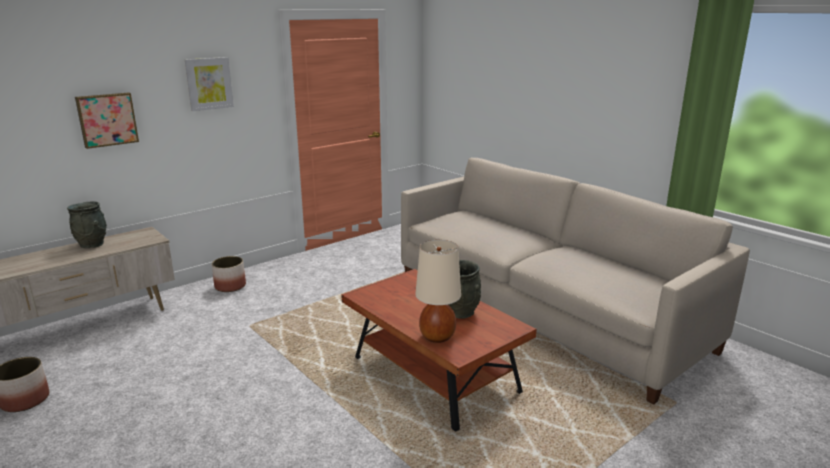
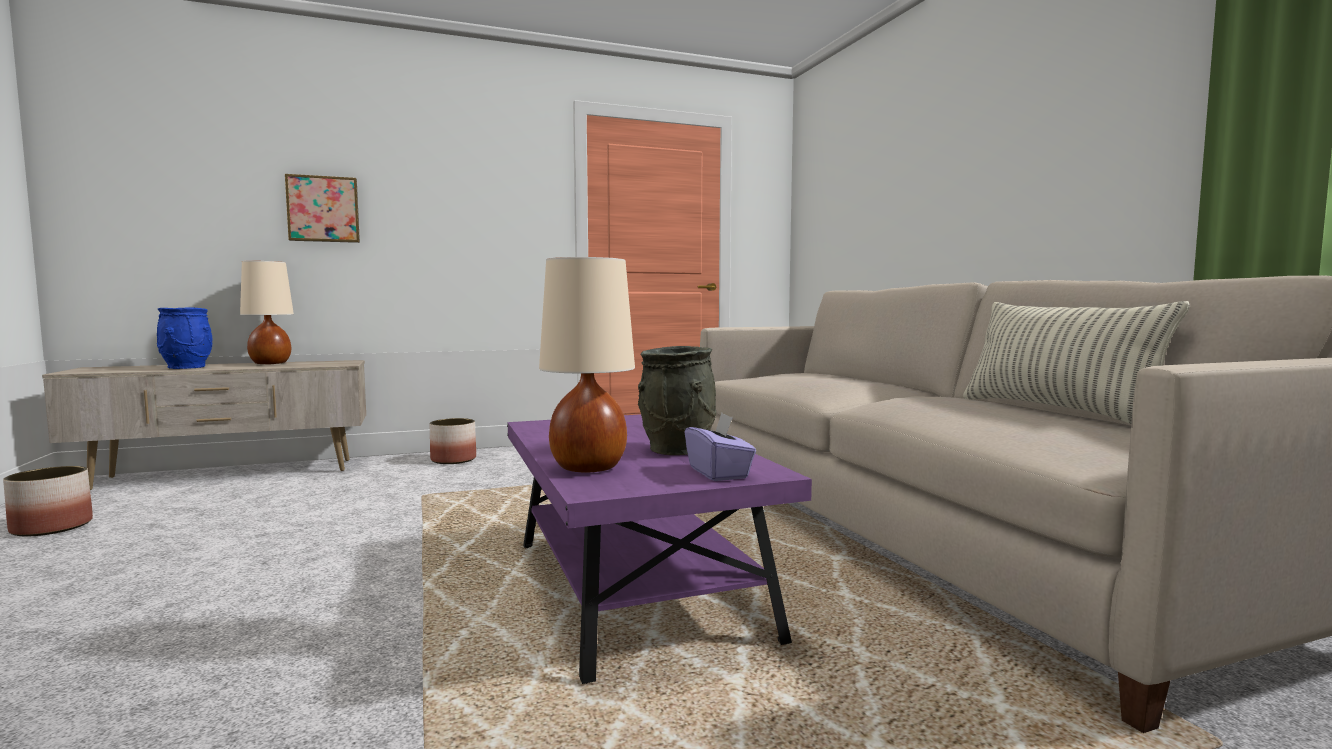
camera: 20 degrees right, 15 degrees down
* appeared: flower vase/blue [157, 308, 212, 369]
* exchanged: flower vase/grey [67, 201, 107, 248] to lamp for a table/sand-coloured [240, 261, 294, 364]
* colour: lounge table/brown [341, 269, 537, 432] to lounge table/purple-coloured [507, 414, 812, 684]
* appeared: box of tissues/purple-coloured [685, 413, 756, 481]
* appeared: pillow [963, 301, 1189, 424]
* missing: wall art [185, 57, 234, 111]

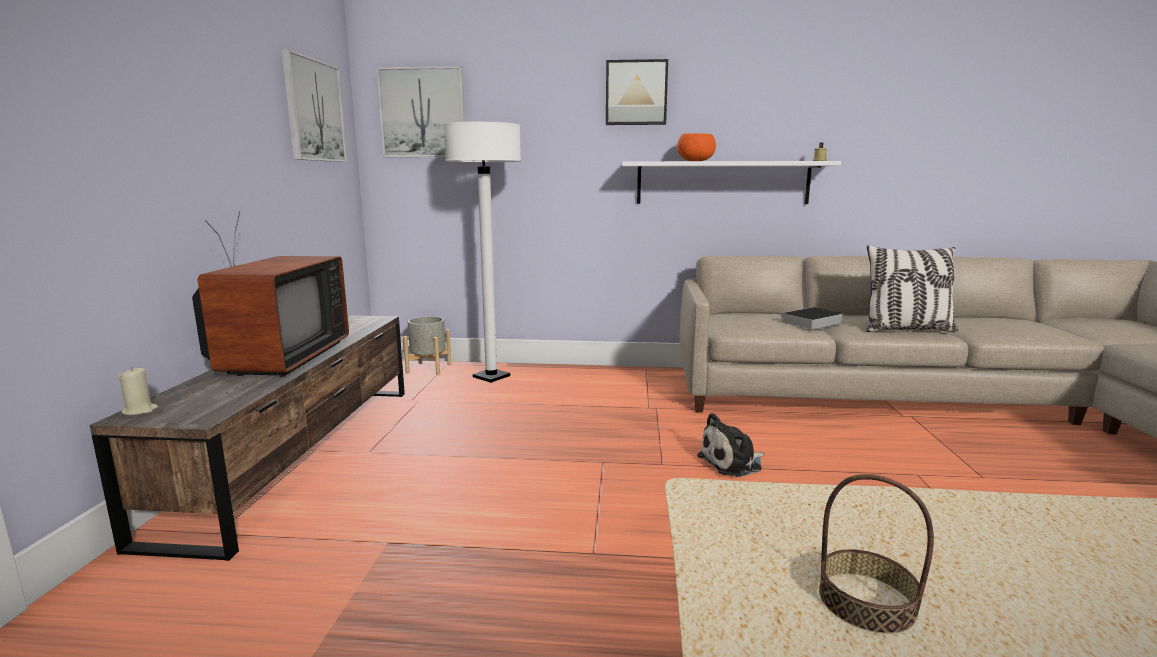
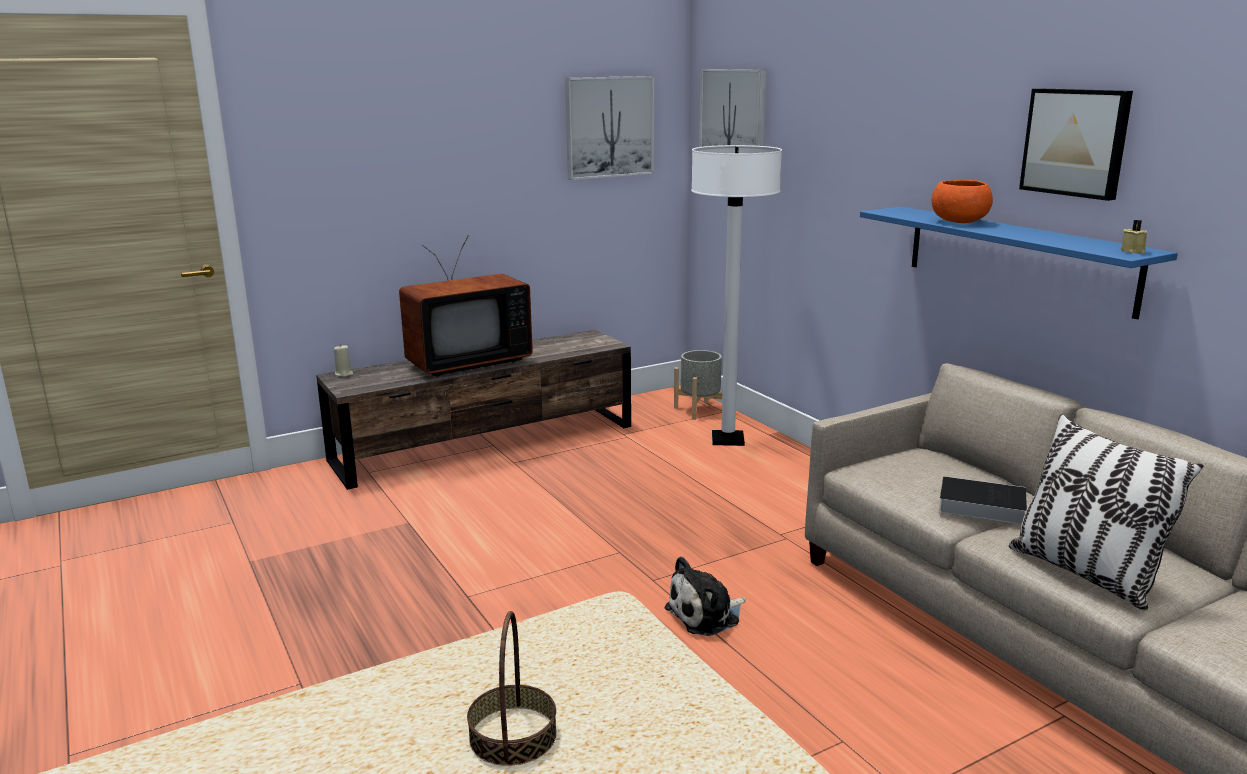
camera: 55 degrees right, 5 degrees up
* spun: plush toy [697, 413, 765, 477] = [664, 556, 746, 636] 60 degrees counterclockwise
* colour: wall shelf/whitish [622, 161, 841, 204] to wall shelf/blue [860, 207, 1178, 319]
* relocated: wall art [606, 59, 668, 125] to [1019, 88, 1133, 201]

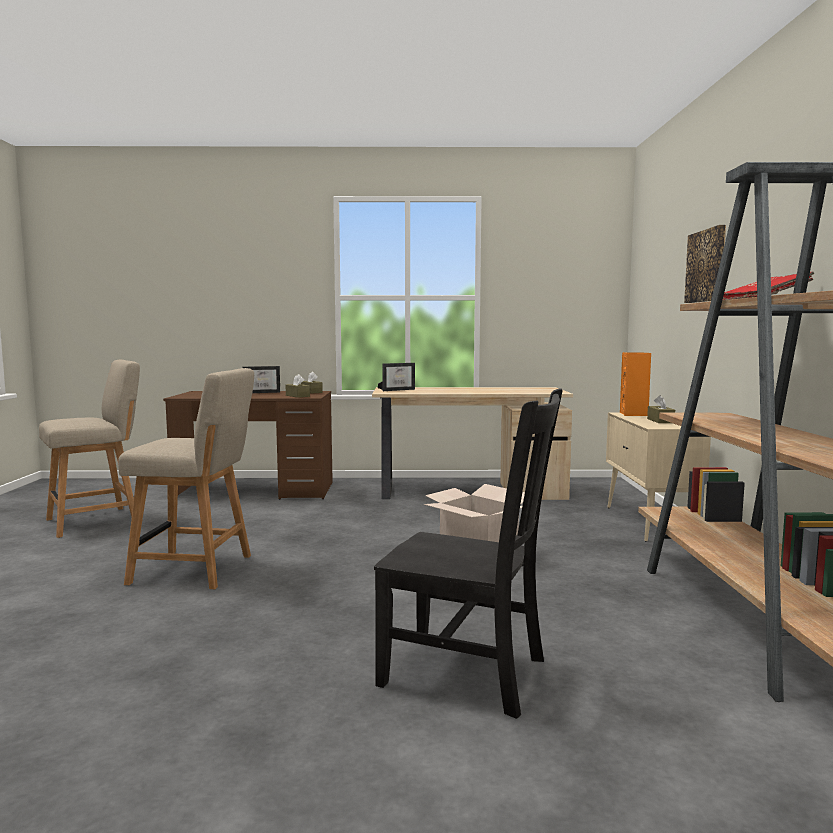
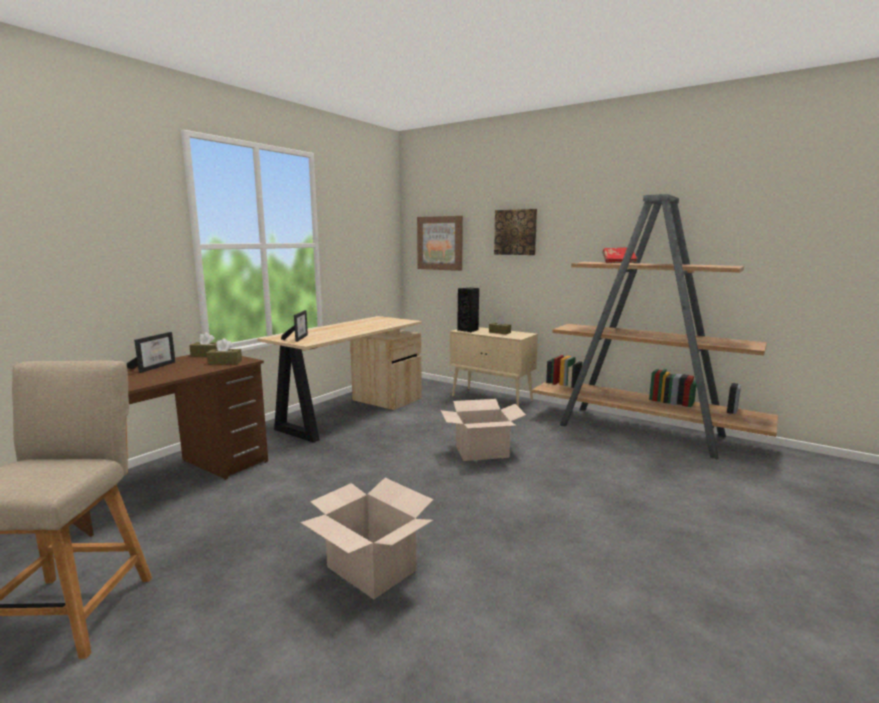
camera: 55 degrees left, 5 degrees up
* exchanged: plain chair/sand-coloured [118, 368, 254, 589] to carton [301, 478, 433, 599]
* appeared: wall art [417, 216, 463, 271]
* colour: speaker/orangey [620, 352, 651, 416] to speaker/black [457, 288, 479, 332]
* missing: plain chair/black [374, 388, 563, 719]

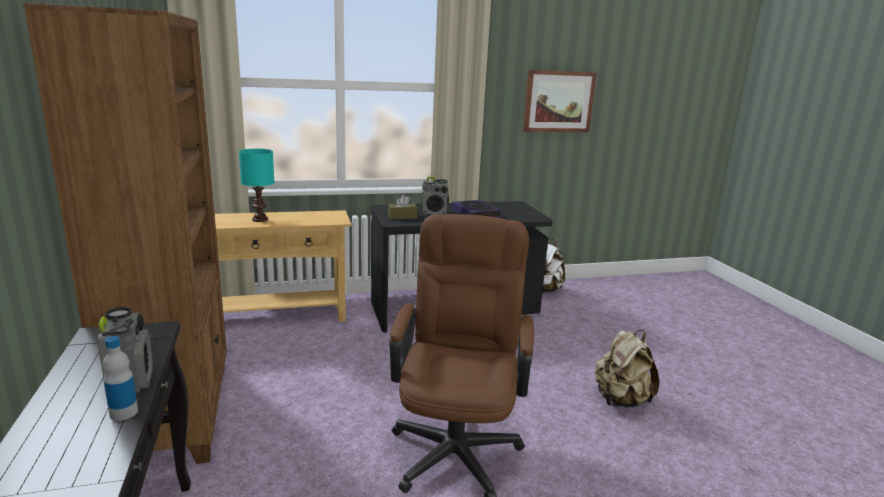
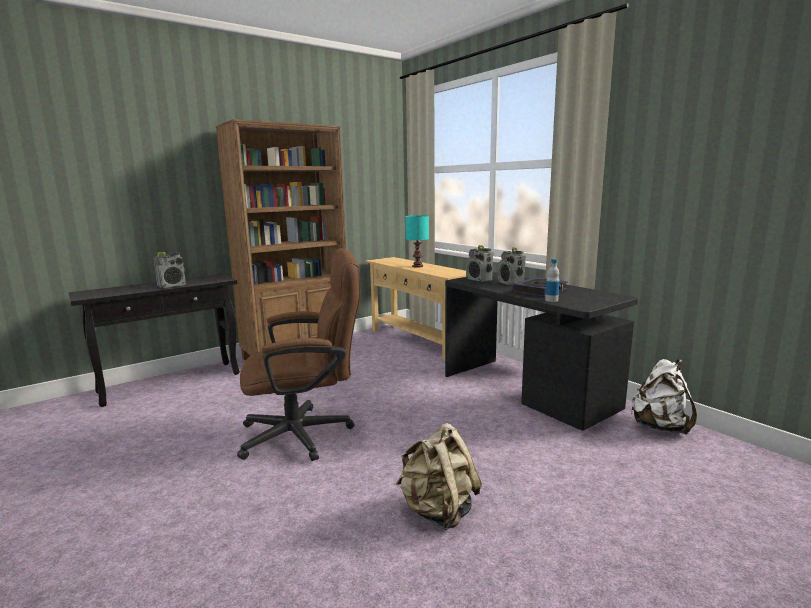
camera: 70 degrees right, 5 degrees down
* exchanged: box of tissues/brown [388, 195, 417, 219] to radio set [466, 245, 493, 282]
* relocated: bottle [103, 336, 138, 421] to [545, 259, 559, 302]
* missing: wall art [523, 70, 597, 132]

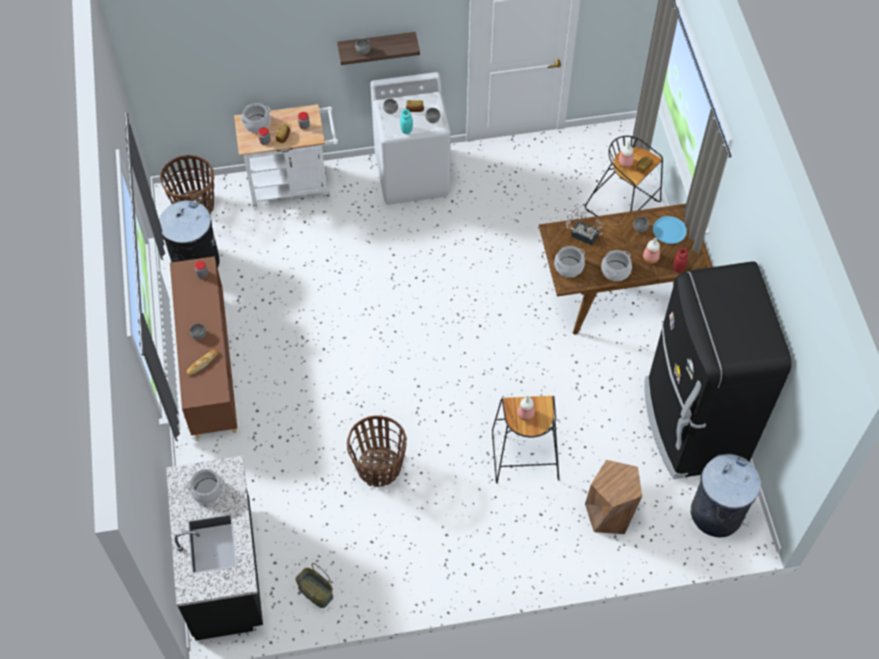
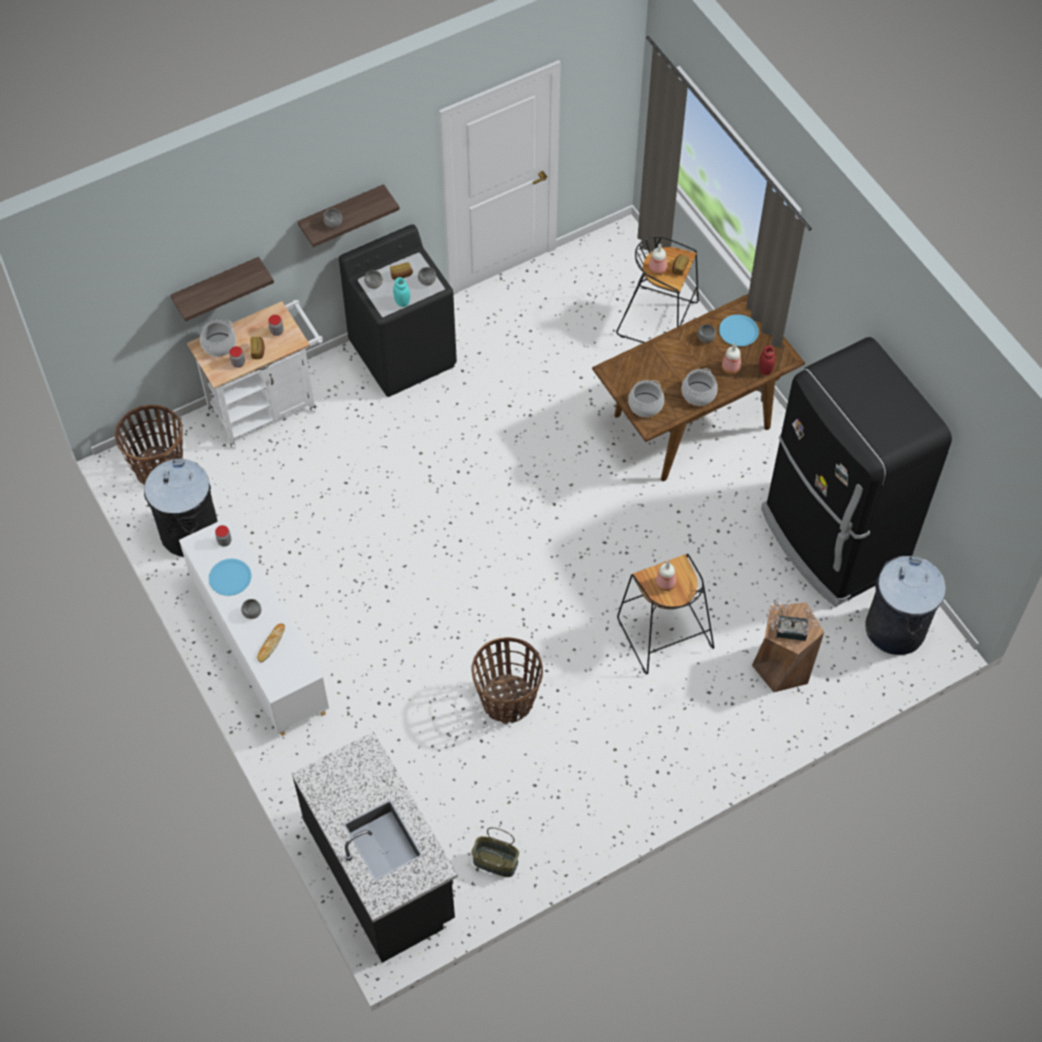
camera: 20 degrees left, 0 degrees up
* appeared: wall shelf [170, 257, 274, 322]
* colour: cupboard/brown [170, 256, 237, 439] to cupboard/whitish [179, 516, 329, 736]
* appeared: dinner plate/blue [209, 559, 251, 596]
* colour: laundry machine/whitish [370, 72, 451, 205] to laundry machine/black [339, 224, 457, 397]
* relocated: potted plant [566, 204, 605, 245] to [766, 598, 818, 641]
* missing: cooking pot [186, 469, 224, 504]

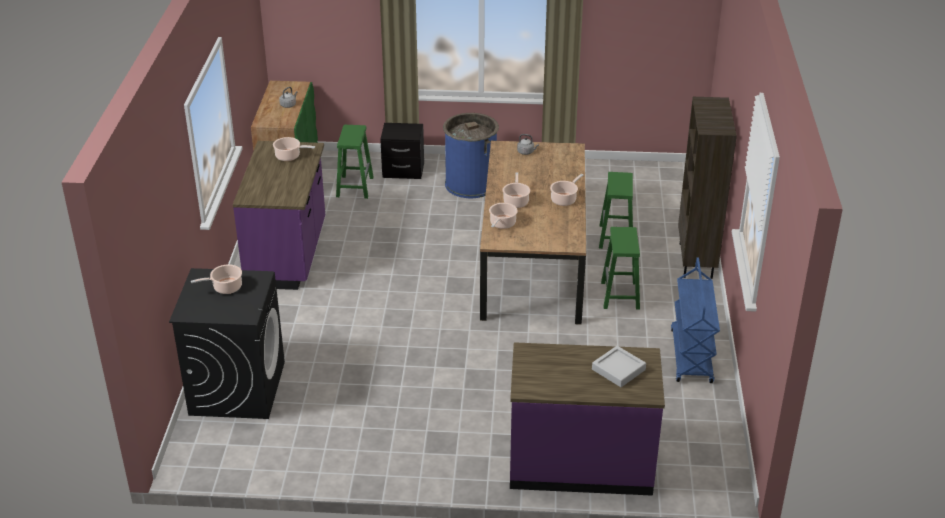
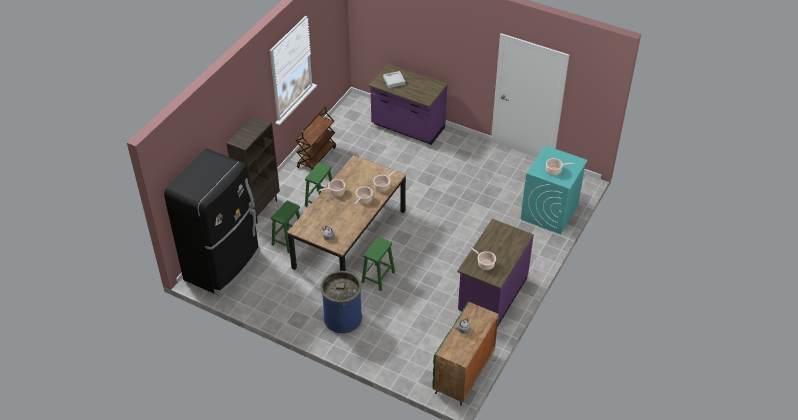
camera: 155 degrees left, 10 degrees up
* appeared: refrigerator/black [164, 149, 260, 297]
* colour: cart/blue [671, 258, 720, 383] to cart/brown [295, 107, 336, 171]
* relocated: sitting stool/green-coloured [336, 125, 374, 199] to [362, 237, 395, 291]
* colour: laundry machine/black [169, 268, 285, 419] to laundry machine/turquoise [521, 145, 588, 234]
* missing: bedside table/black [380, 123, 424, 179]

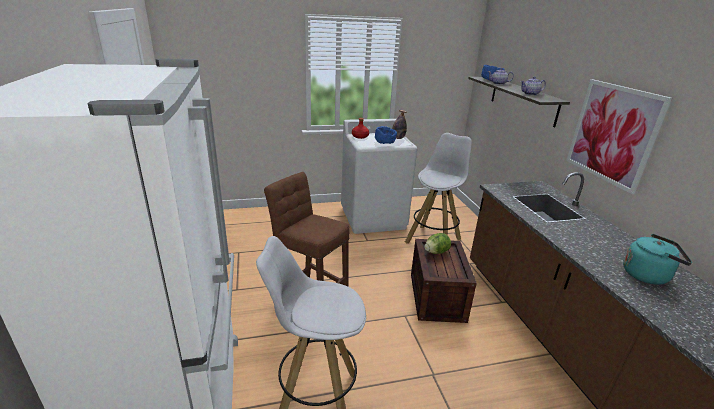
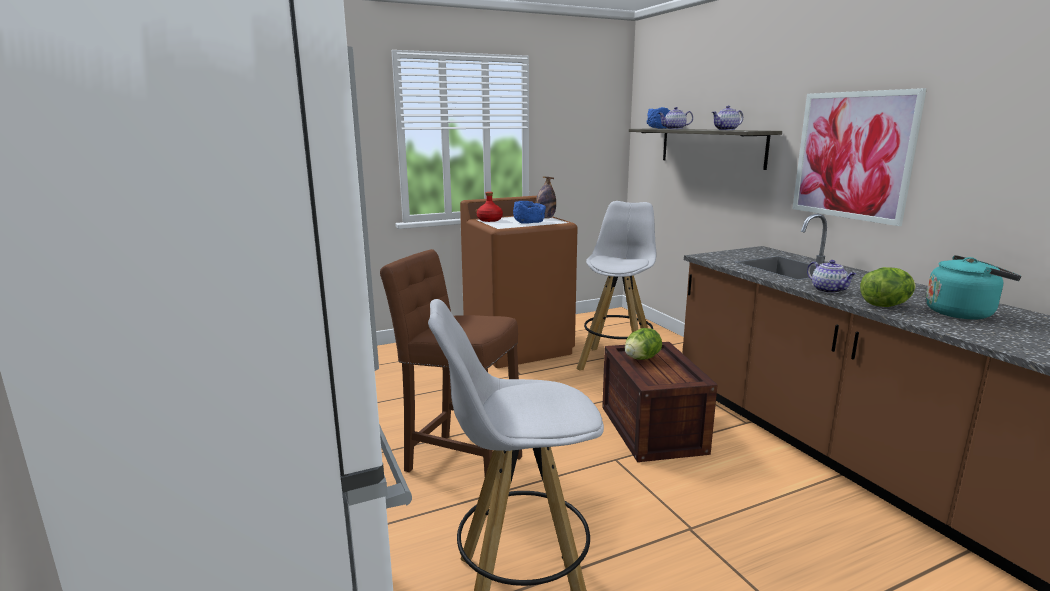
camera: 10 degrees left, 10 degrees down
* colour: laundry machine/whitish [341, 119, 417, 234] to laundry machine/brown [460, 196, 578, 368]
* appeared: tea pot [807, 260, 856, 293]
* appeared: head of lettuce [860, 267, 915, 307]

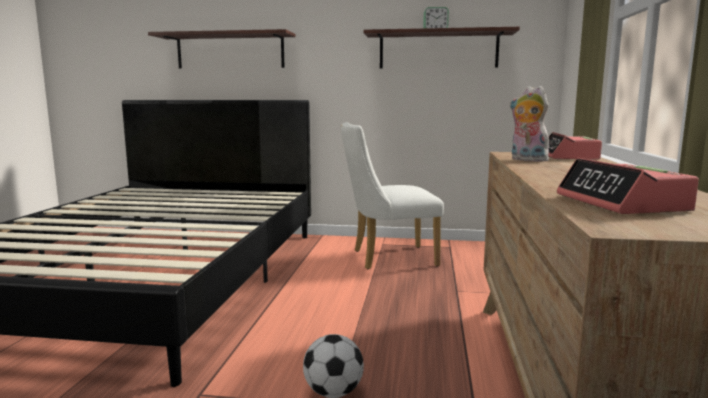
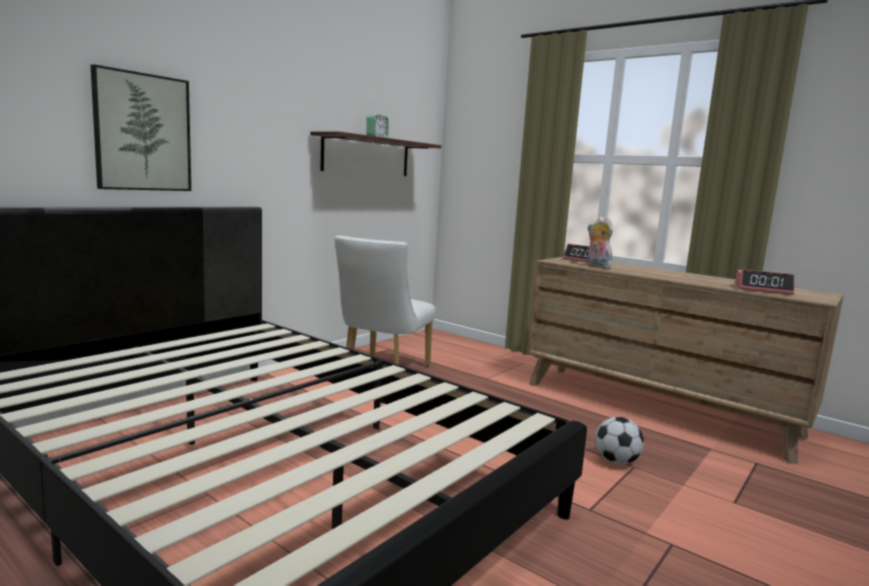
camera: 60 degrees left, 0 degrees up
* exchanged: wall shelf [148, 29, 295, 69] to wall art [91, 64, 191, 191]
* spun: plush toy [510, 86, 549, 162] = [587, 217, 613, 269] 60 degrees clockwise

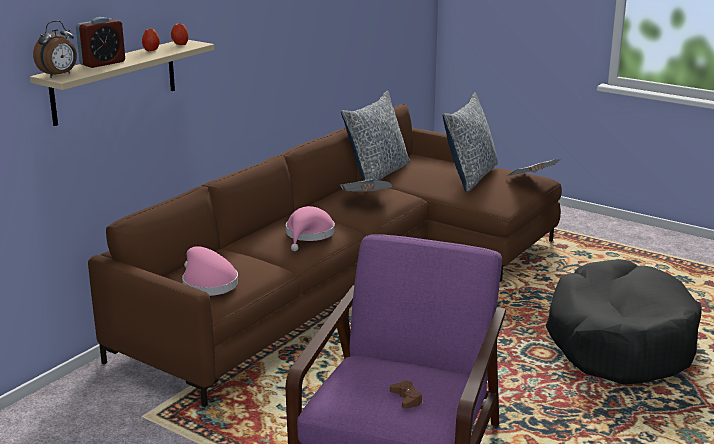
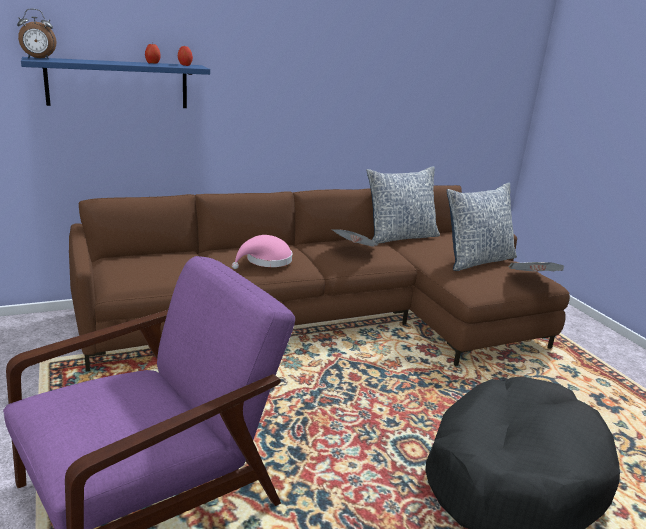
camera: 30 degrees right, 0 degrees up
* colour: wall shelf/sand-coloured [30, 40, 215, 126] to wall shelf/blue [21, 57, 210, 108]
* missing: bedside clock [76, 17, 125, 68]
* missing: wearable hat/pink [182, 246, 238, 296]
* missing: game controller/brown [390, 381, 423, 409]

